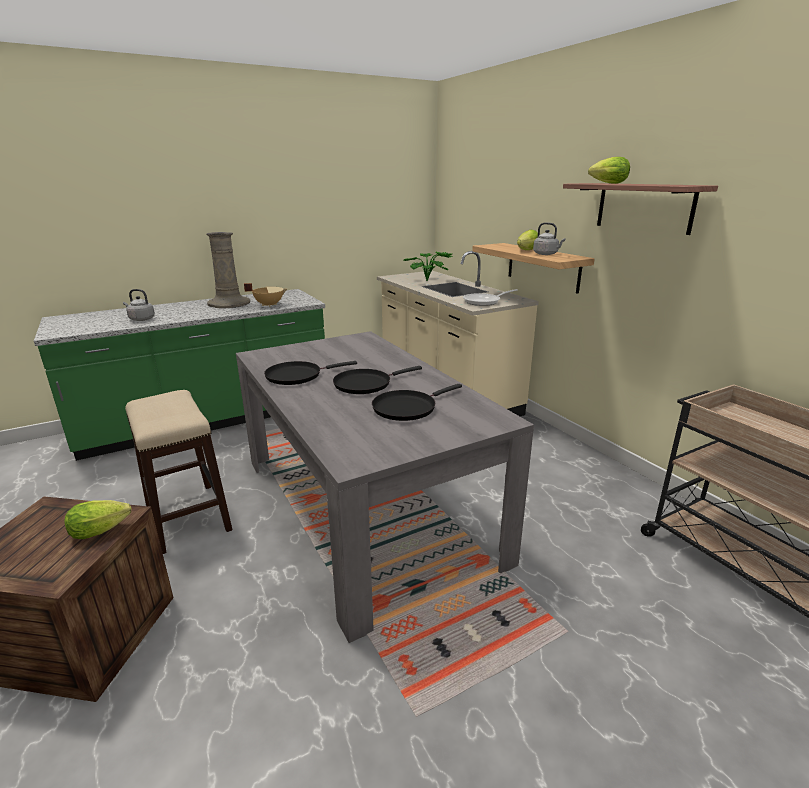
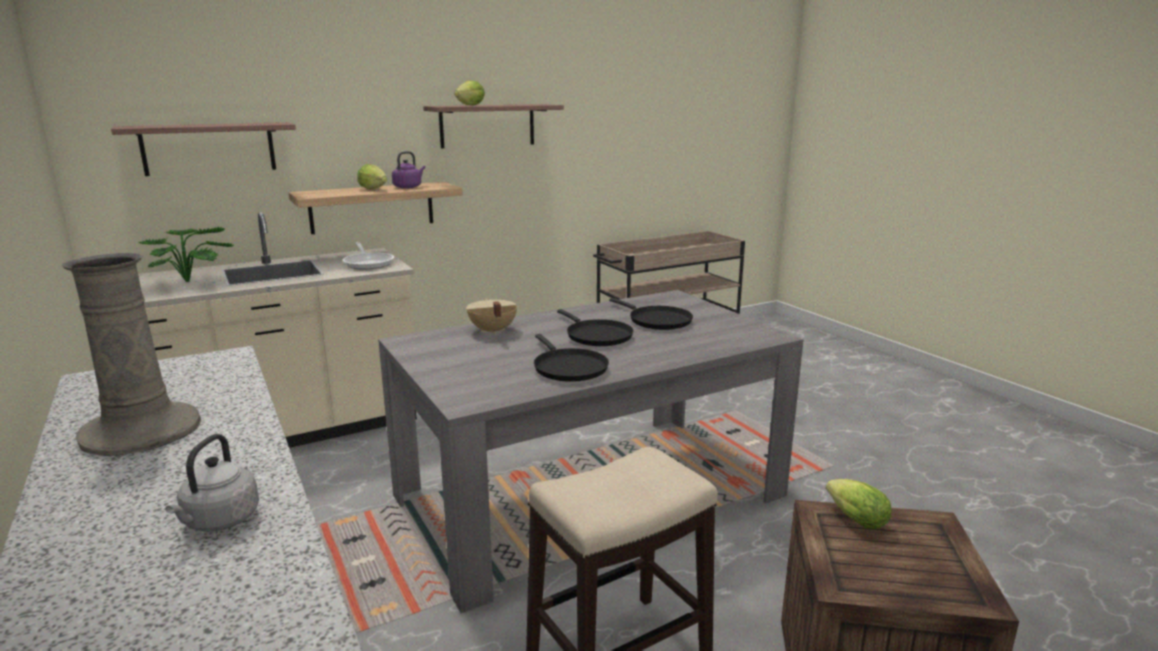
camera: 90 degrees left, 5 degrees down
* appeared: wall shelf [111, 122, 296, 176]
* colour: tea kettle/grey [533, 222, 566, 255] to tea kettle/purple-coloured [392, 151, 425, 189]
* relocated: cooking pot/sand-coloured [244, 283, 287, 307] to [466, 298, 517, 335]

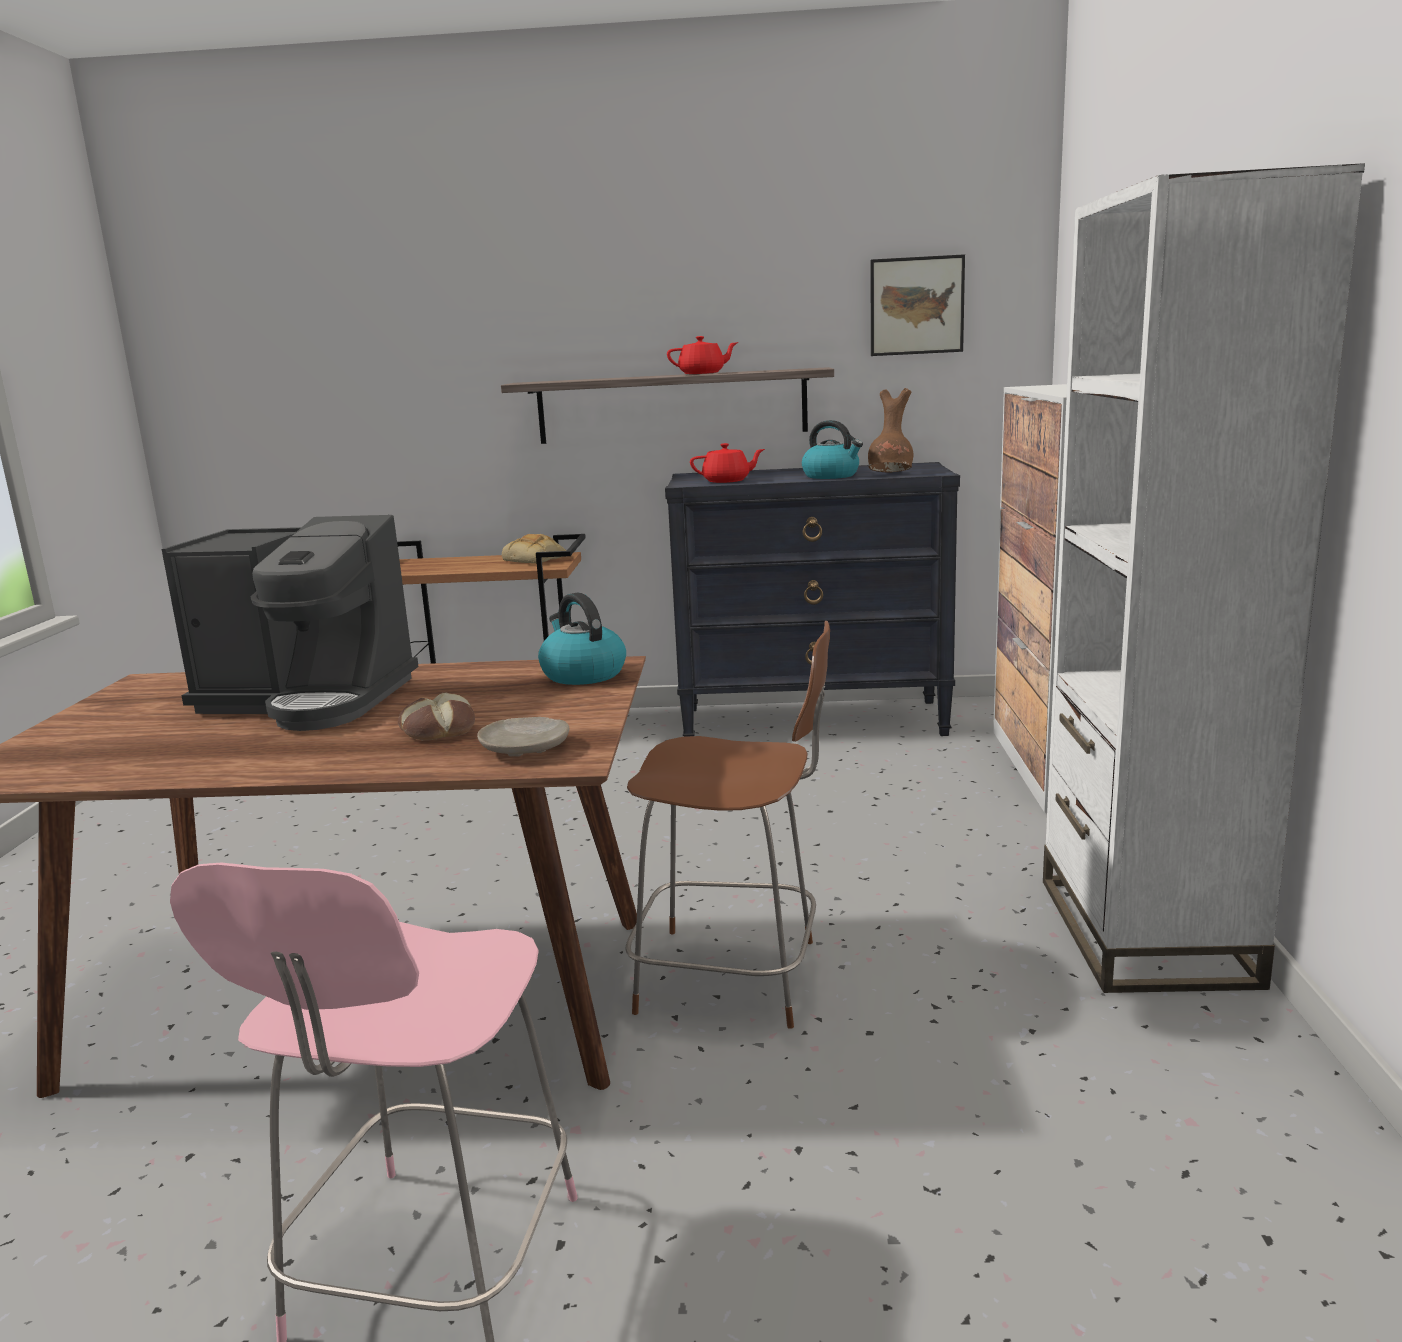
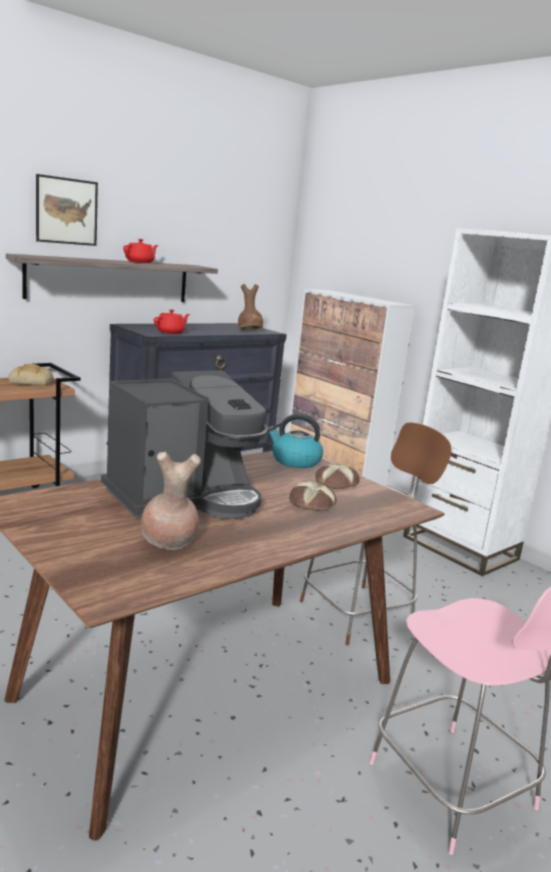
camera: 45 degrees left, 0 degrees up
* relocated: wall art [870, 254, 965, 356] to [36, 174, 98, 246]
* appeared: flower vase/brown [141, 452, 201, 550]
* appeared: bakery bread [315, 464, 360, 489]
* missing: dinner plate/sand-coloured [477, 717, 569, 757]
* missing: tea kettle [802, 420, 863, 479]

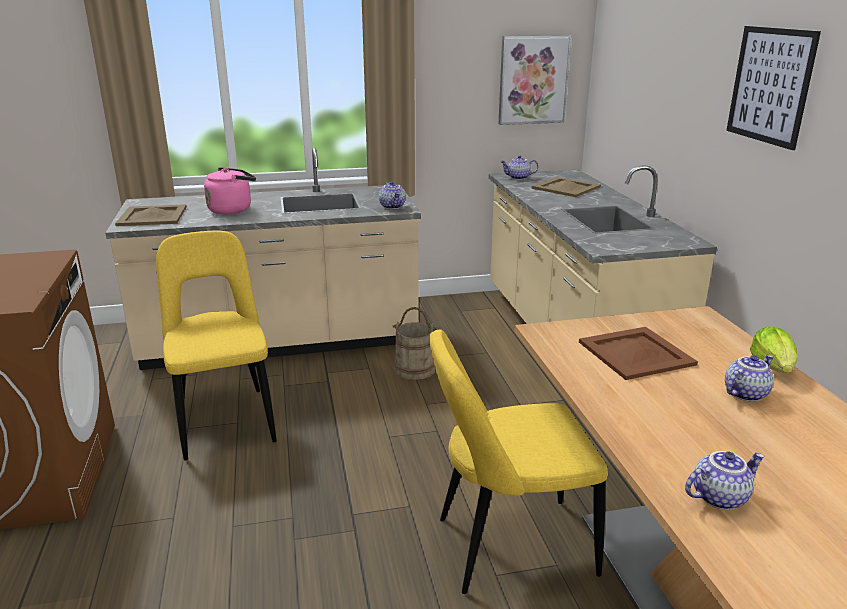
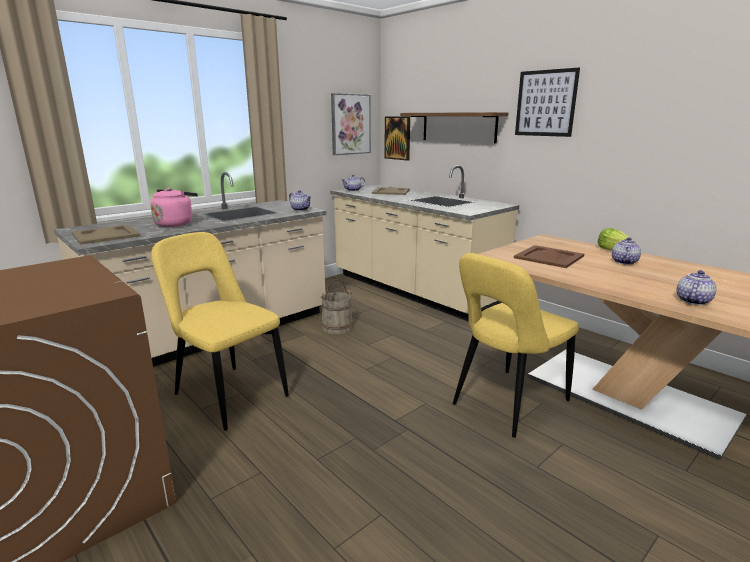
camera: 30 degrees left, 5 degrees down
* appeared: wall art [384, 117, 410, 161]
* appeared: wall shelf [400, 112, 508, 144]

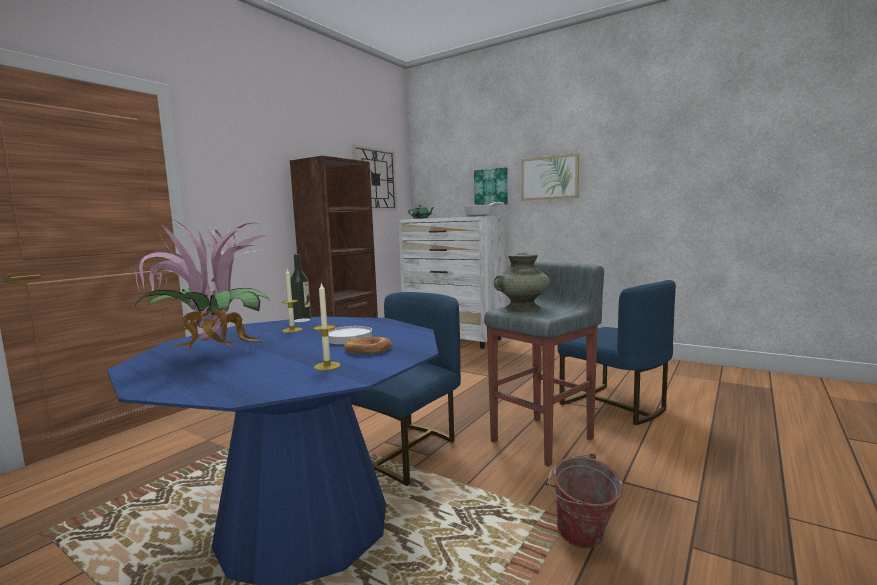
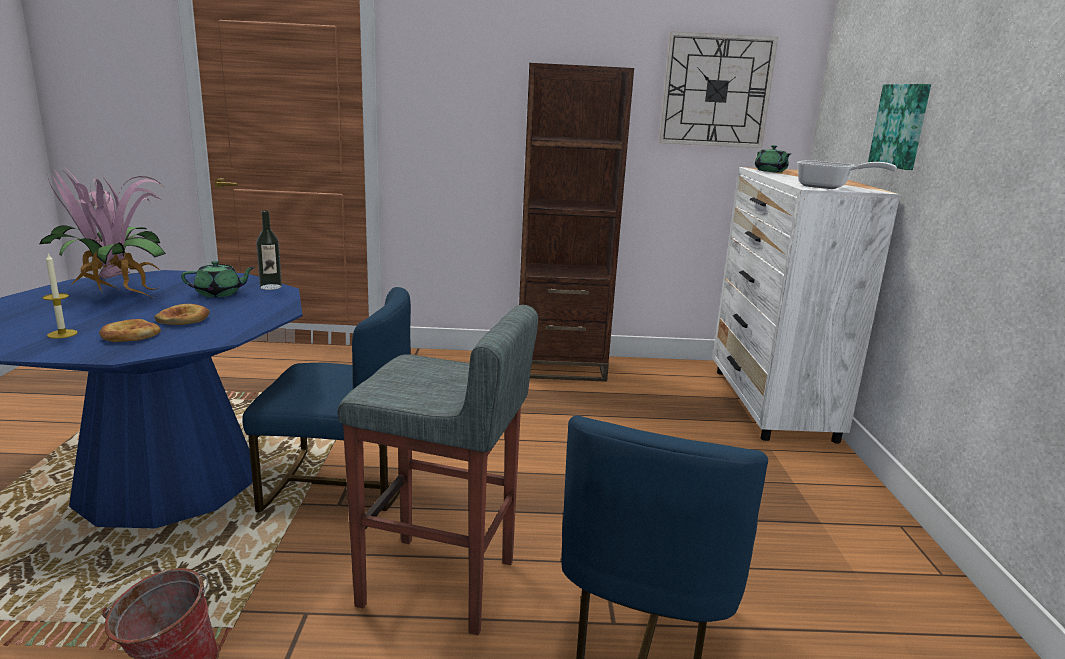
camera: 55 degrees right, 10 degrees up
* exchanged: dinner plate/whitish [328, 326, 372, 344] to bakery bread [154, 304, 210, 325]
* exchanged: wax light [282, 269, 302, 333] to tea pot/green-coloured [181, 261, 255, 297]
* missing: flower vase/turquoise [494, 252, 550, 312]
* missing: wall art [521, 153, 579, 201]

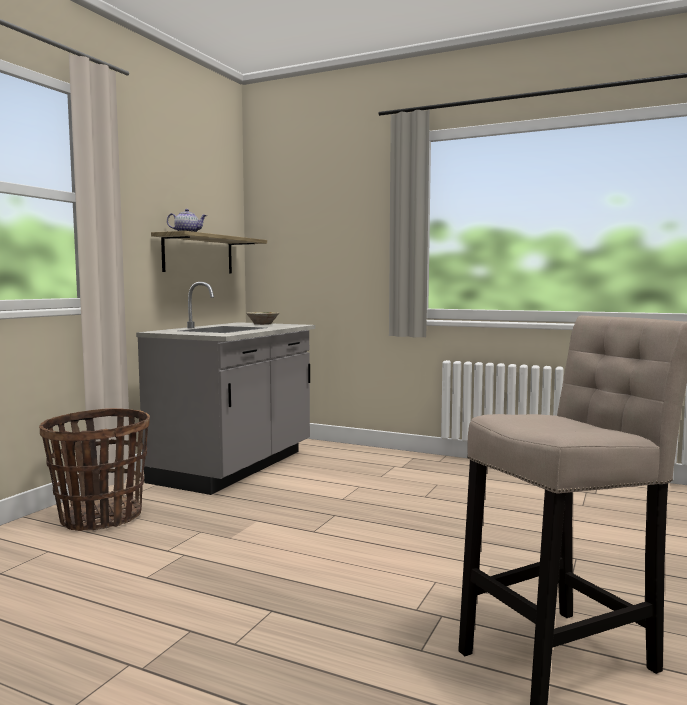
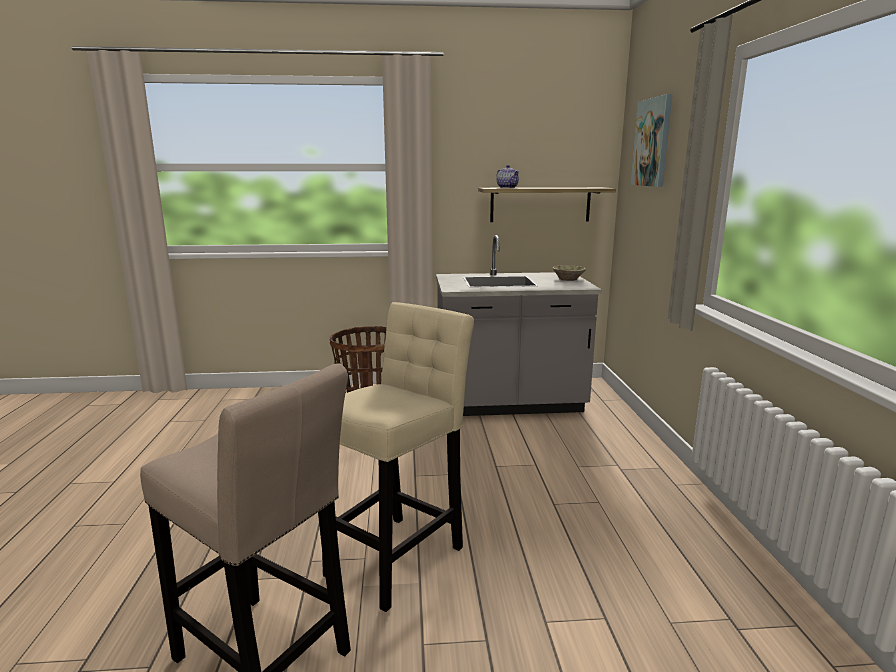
camera: 60 degrees right, 10 degrees up
* appeared: sitting stool/sand-coloured [322, 302, 474, 612]
* appeared: wall art [630, 94, 673, 187]

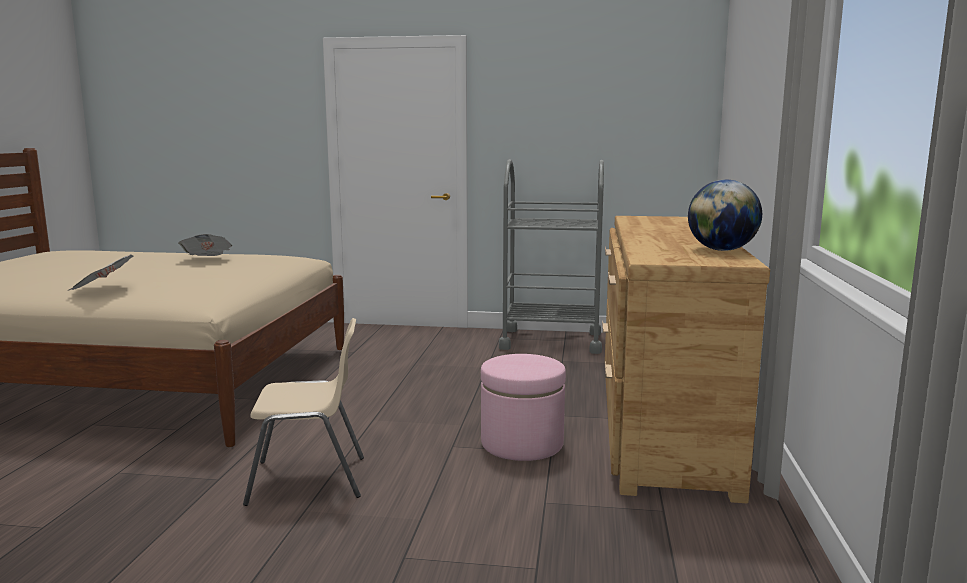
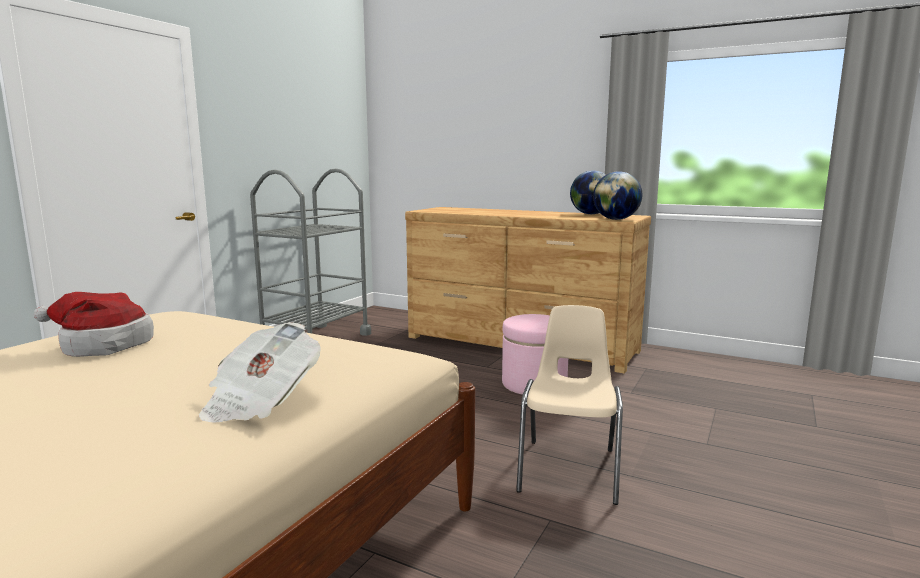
camera: 70 degrees left, 0 degrees up
* exchanged: newspaper [178, 234, 232, 256] to wearable hat [34, 292, 154, 357]
* appeared: world globe [593, 171, 642, 220]

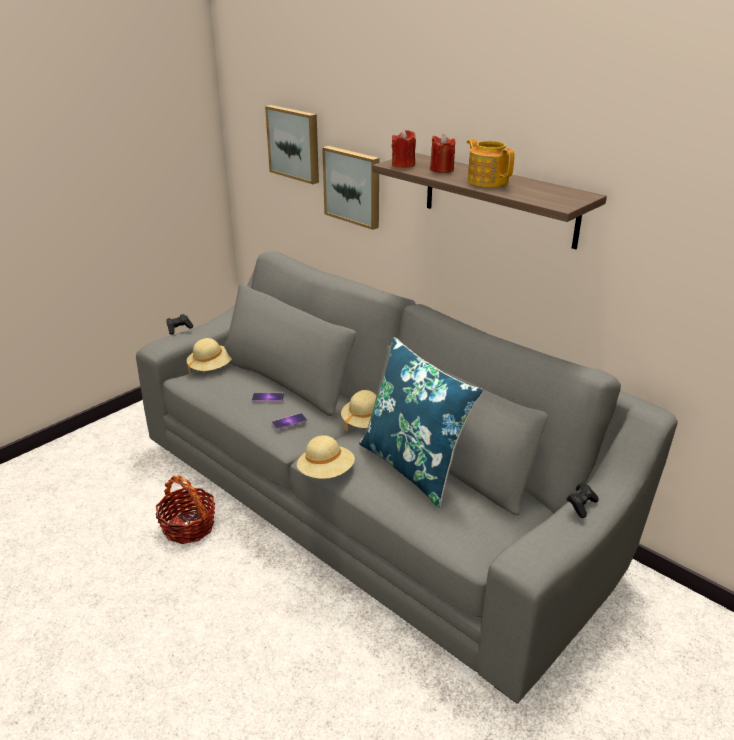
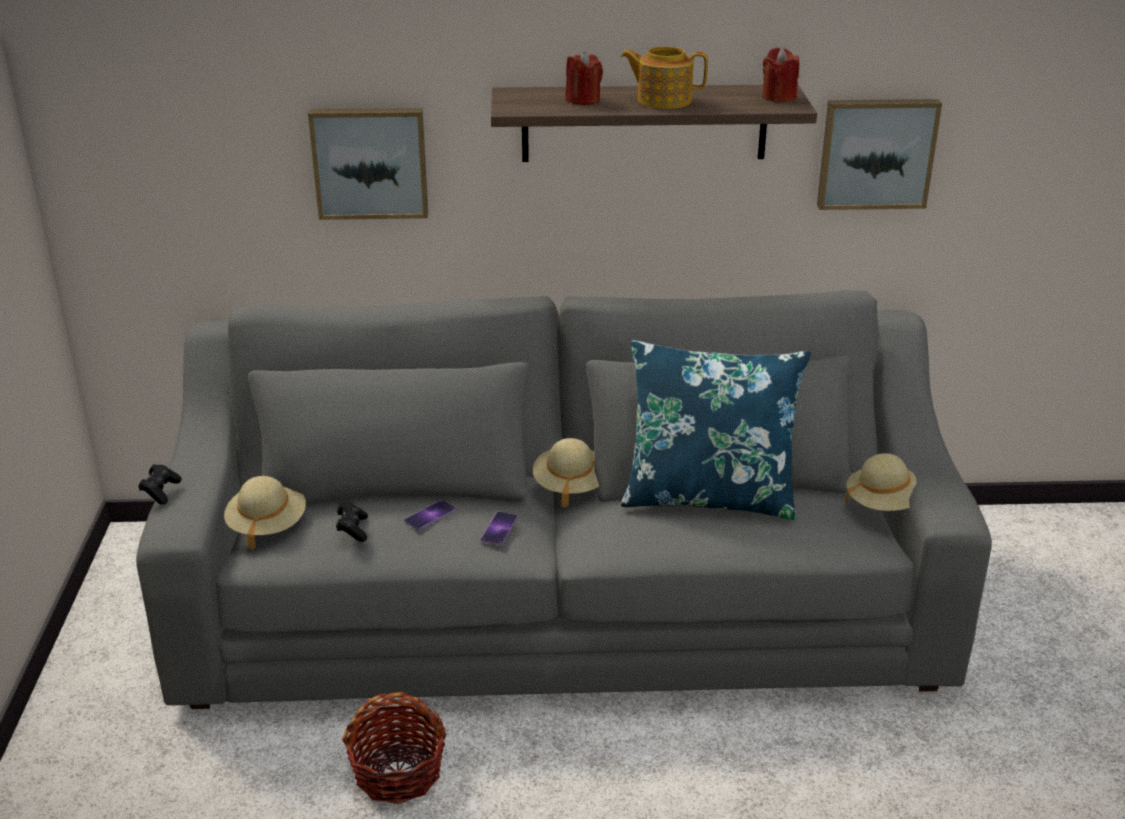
camera: 45 degrees left, 0 degrees up
* relocated: game controller/black [567, 483, 599, 518] to [336, 503, 368, 542]
* relocated: wax light/red-coloured [392, 129, 416, 168] to [762, 48, 799, 102]
* relocated: wall art [265, 105, 319, 184] to [817, 99, 942, 210]
* relocated: wearable hat/sand-coloured [297, 435, 355, 479] to [845, 453, 917, 511]

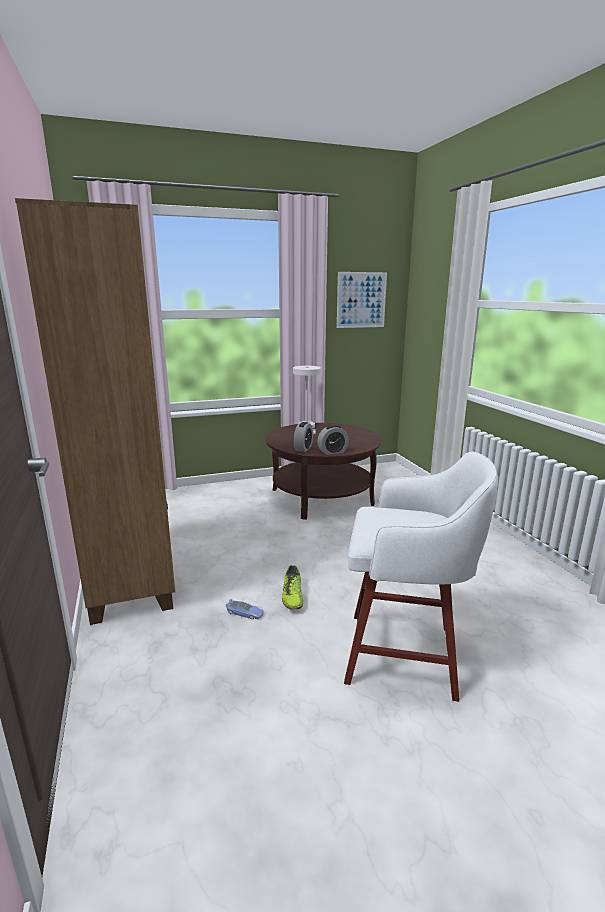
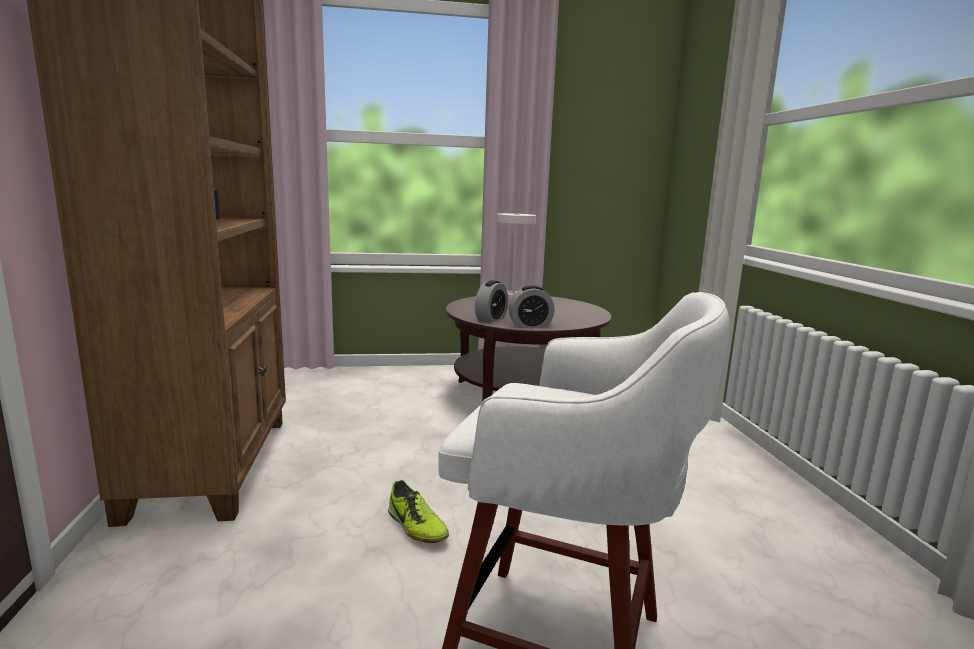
camera: 10 degrees right, 5 degrees down
* spun: low shoe [282, 565, 303, 610] = [388, 480, 449, 543] 45 degrees counterclockwise
* missing: model car [226, 599, 264, 620]
* missing: wall art [337, 272, 387, 328]

